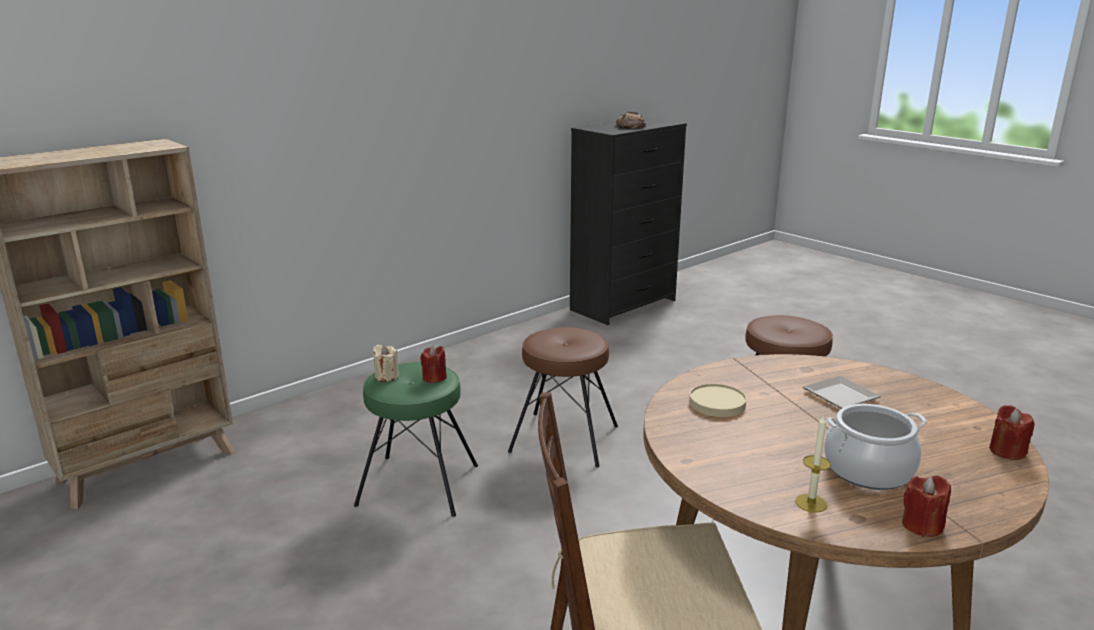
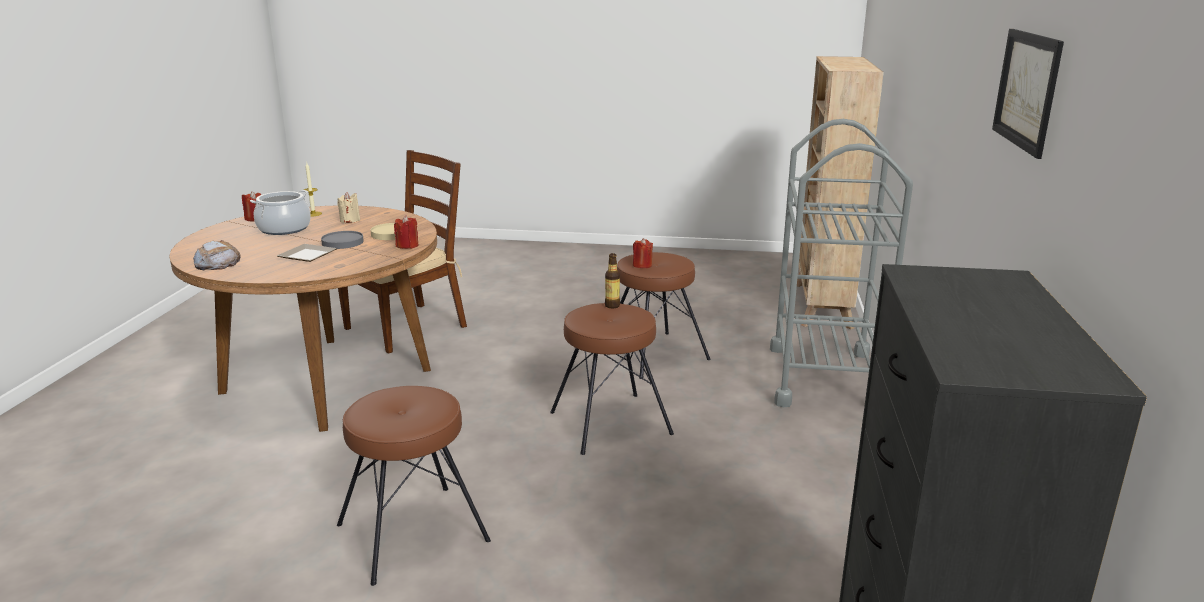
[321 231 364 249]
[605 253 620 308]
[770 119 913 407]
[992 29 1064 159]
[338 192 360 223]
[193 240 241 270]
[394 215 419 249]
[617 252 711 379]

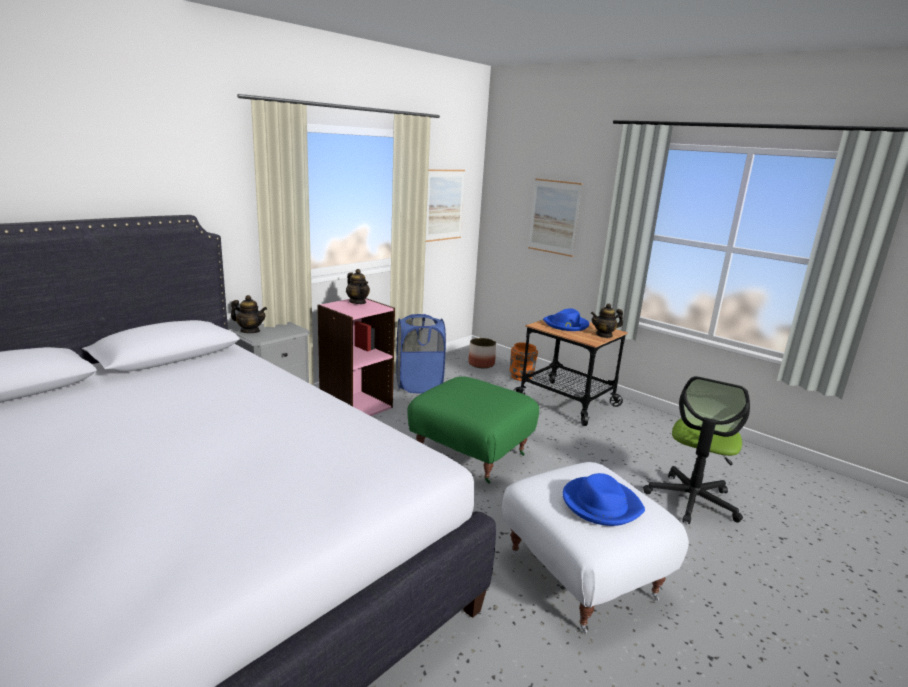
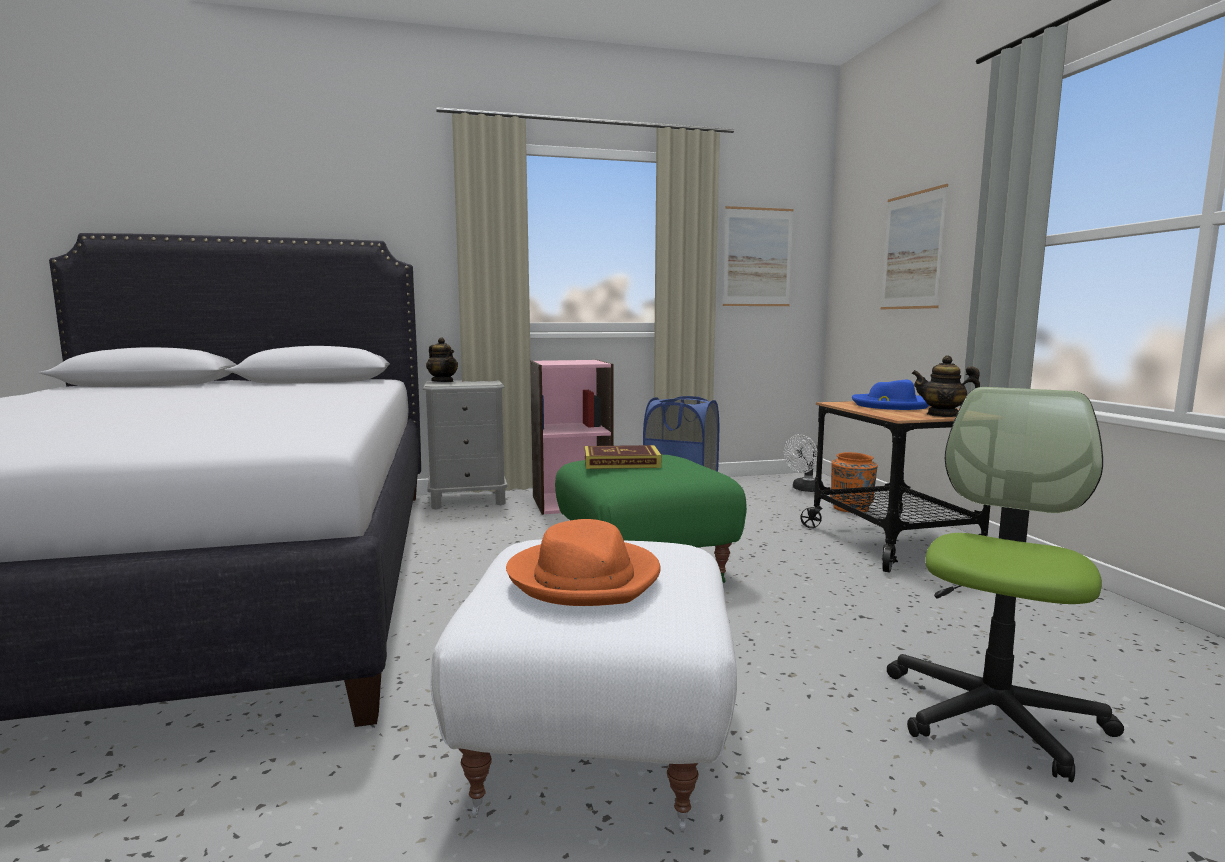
[346 269 370 304] (first image)
[585 445 661 469]
[784 434 824 492]
[506 519 661 606]
[887 387 1124 782]

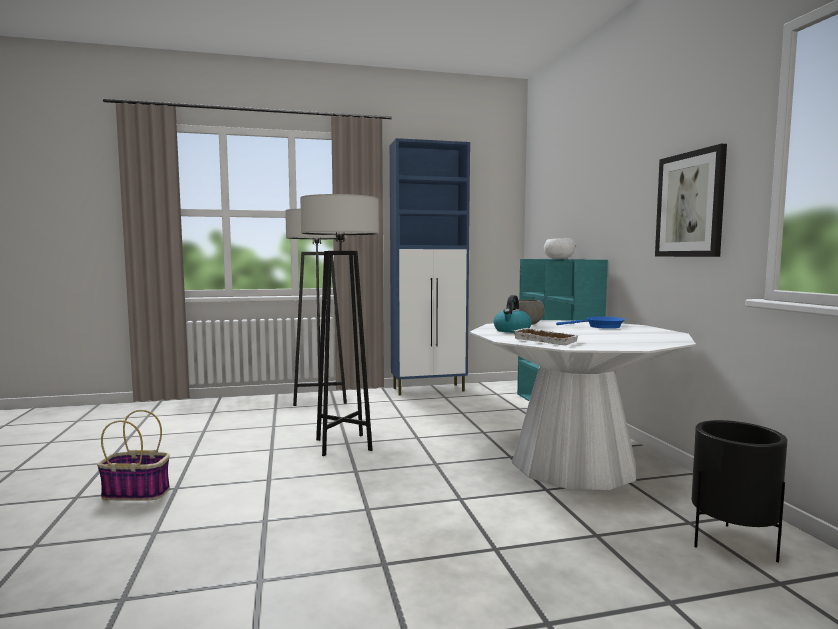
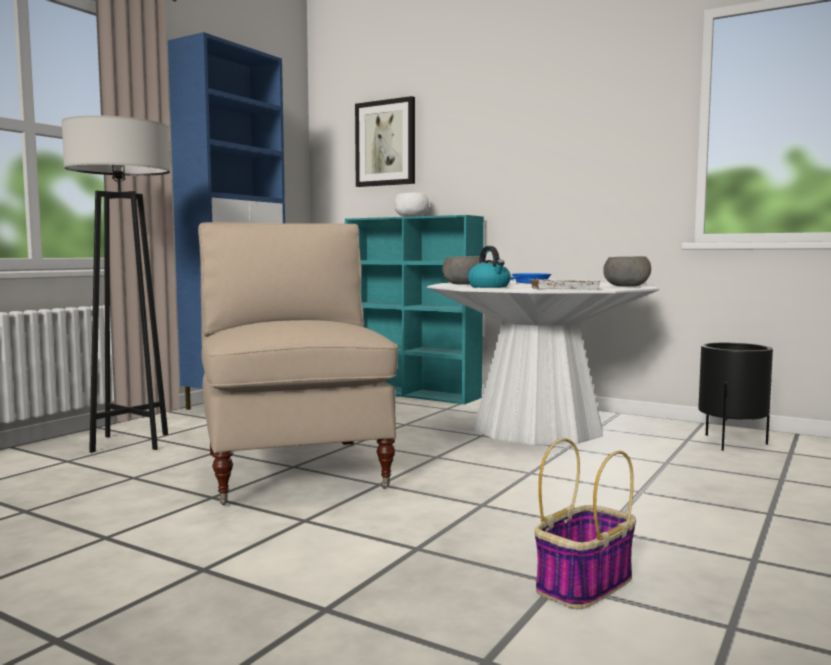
[603 256 651 287]
[534 438 636 609]
[355 96 415 187]
[198 222 398 505]

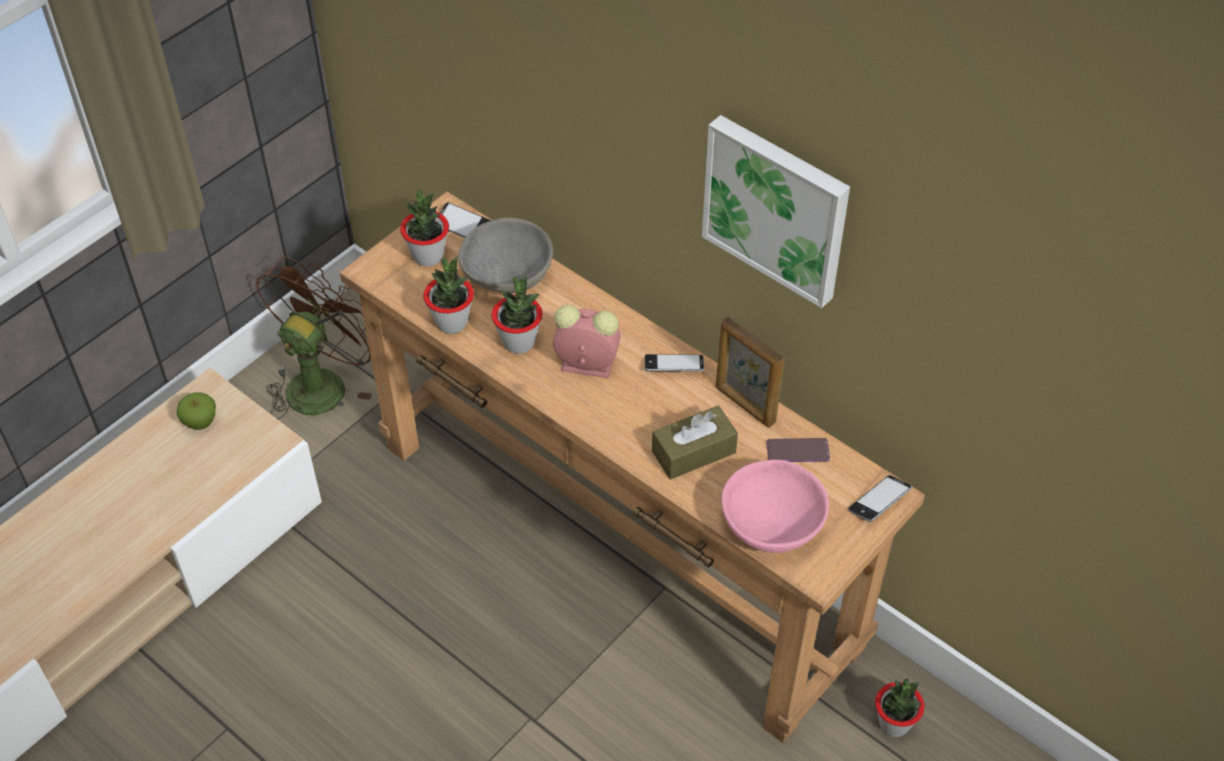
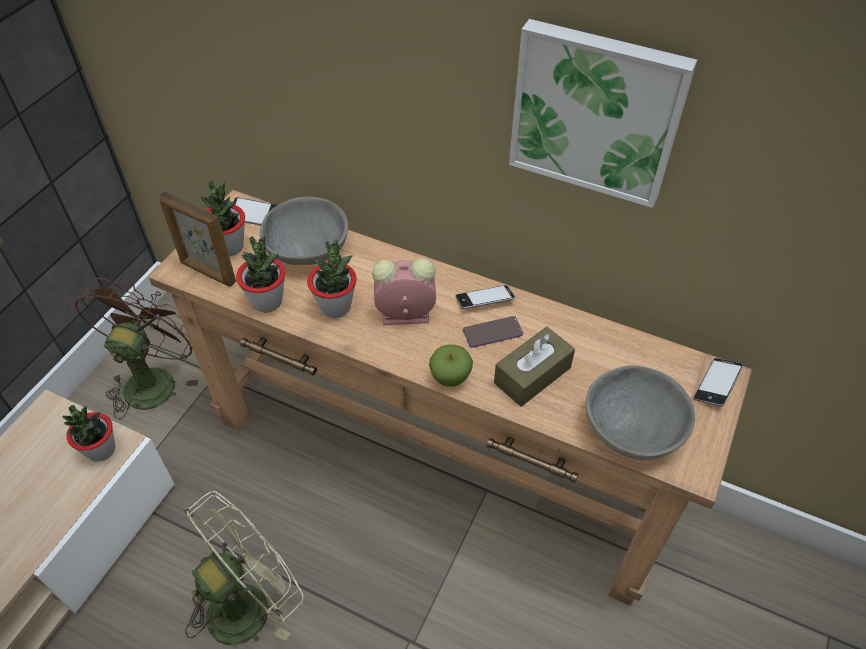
[184 491 304 645]
[429 344 473 387]
[158 191 236 287]
[463 316 523 348]
[62 405 115 462]
[586 365 695 460]

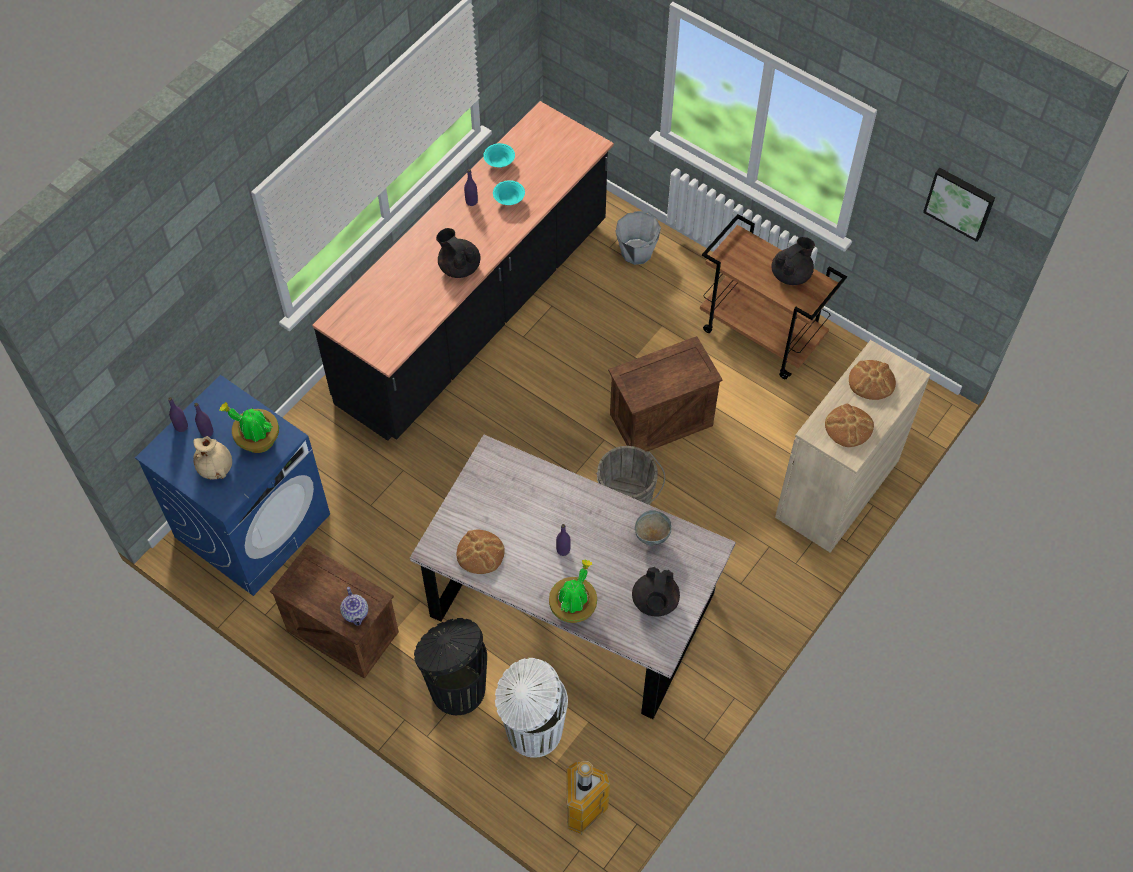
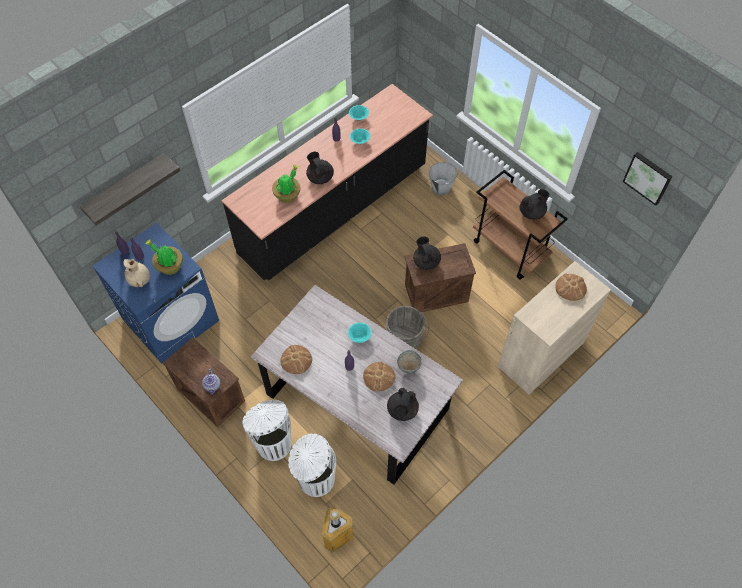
[80 153 180 226]
[348 323 371 343]
[413 236 441 270]
[272 165 300 203]
[363 361 395 391]
[242 400 292 461]

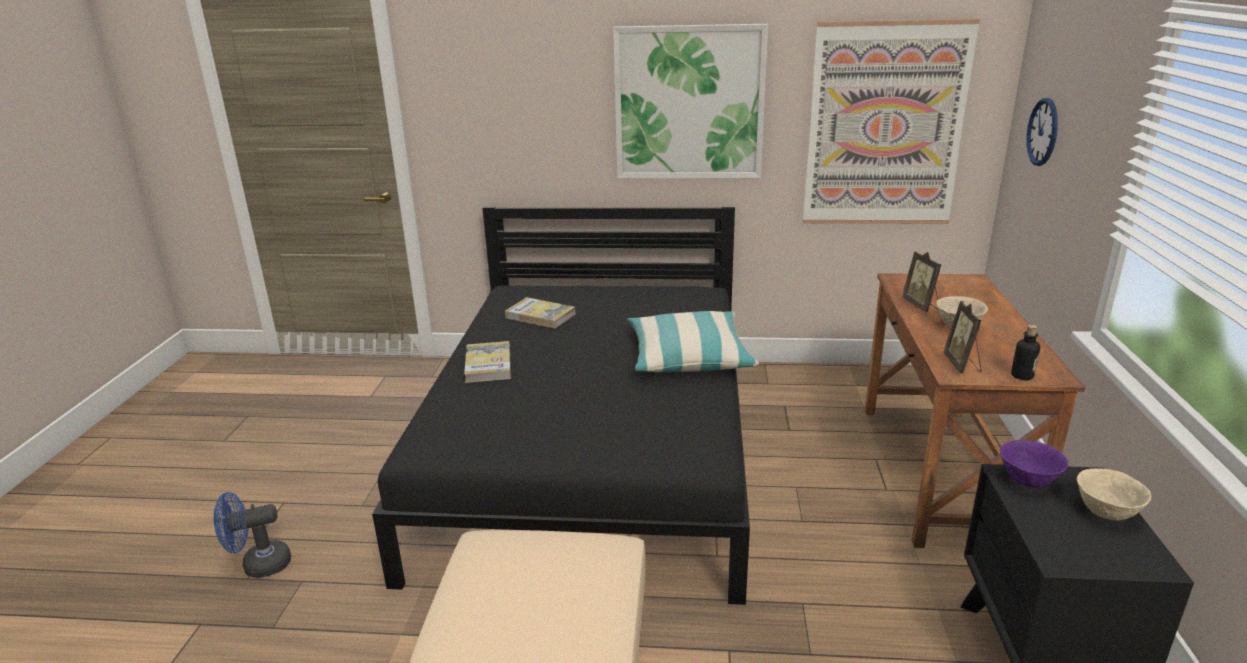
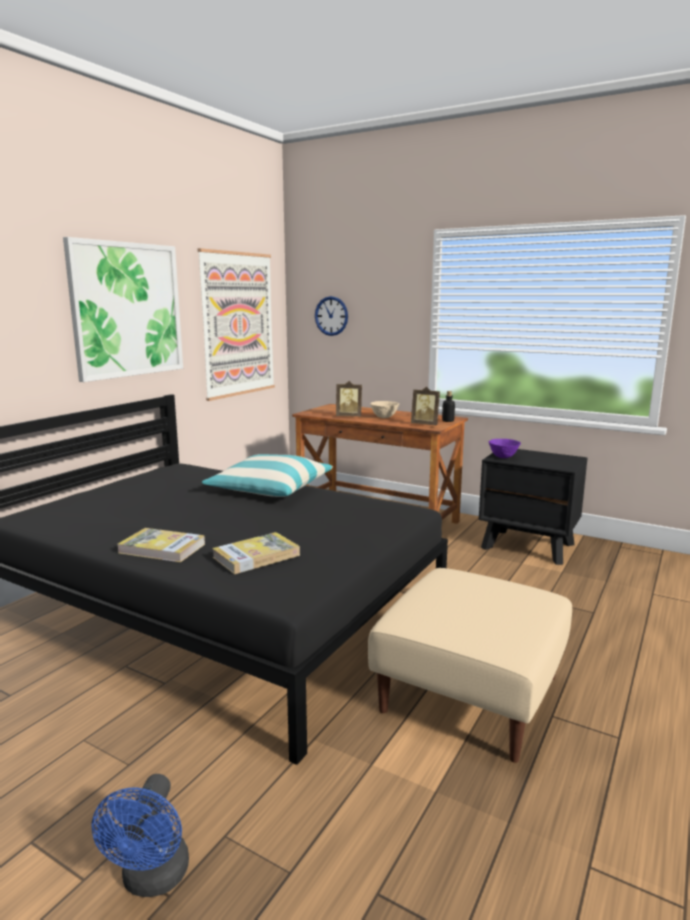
[1077 468 1151 521] (first image)
[212 532 300 574]

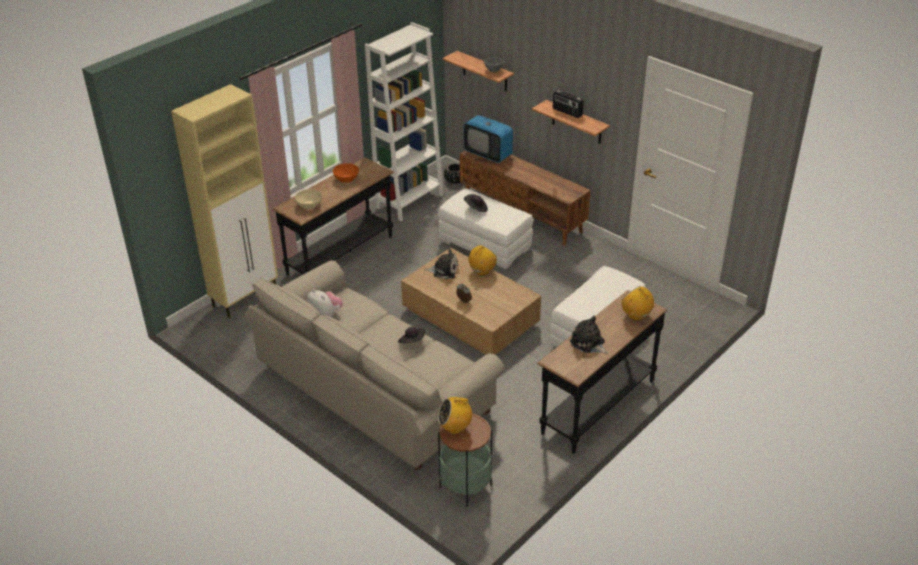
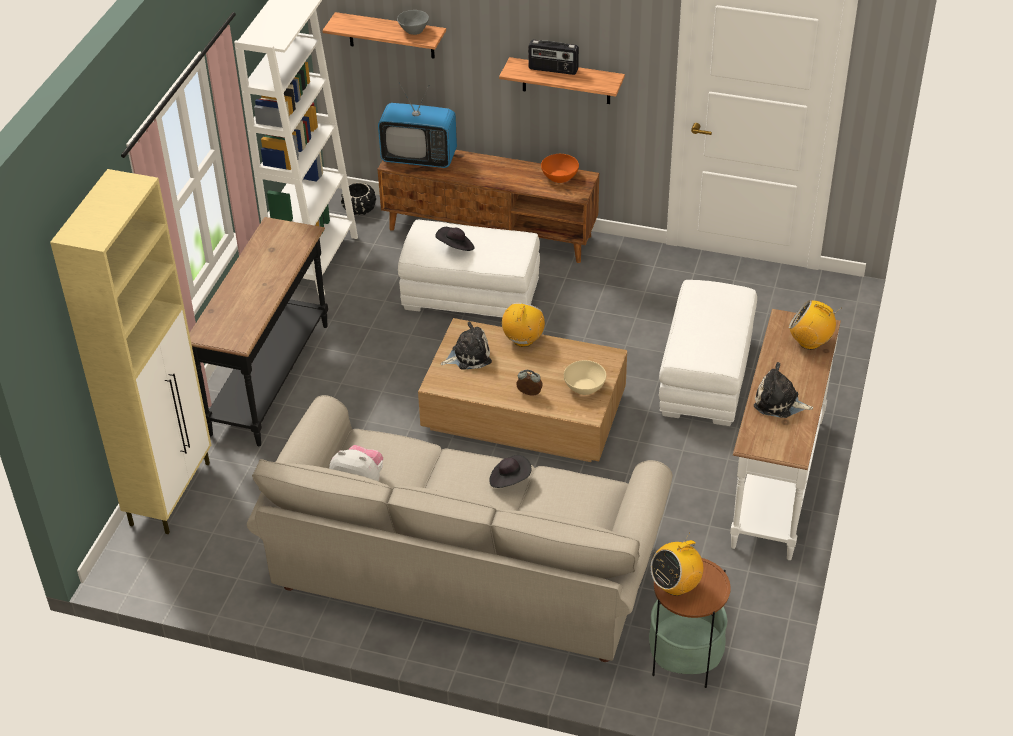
[564 360 606 395]
[541 154 579 183]
[730 309 841 560]

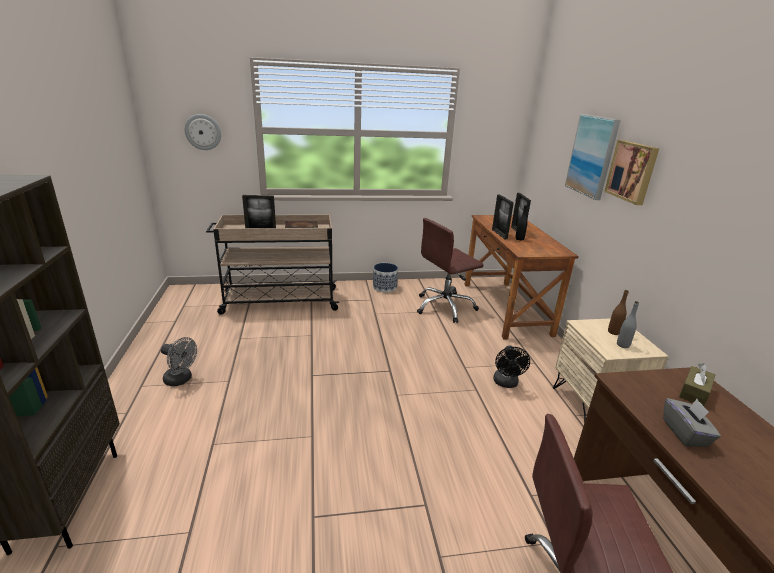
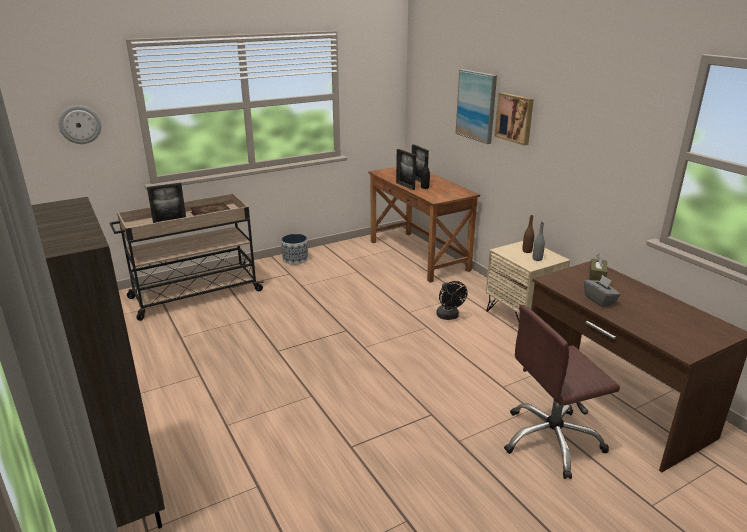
[161 337 197 386] (first image)
[417 218 483 323] (first image)

